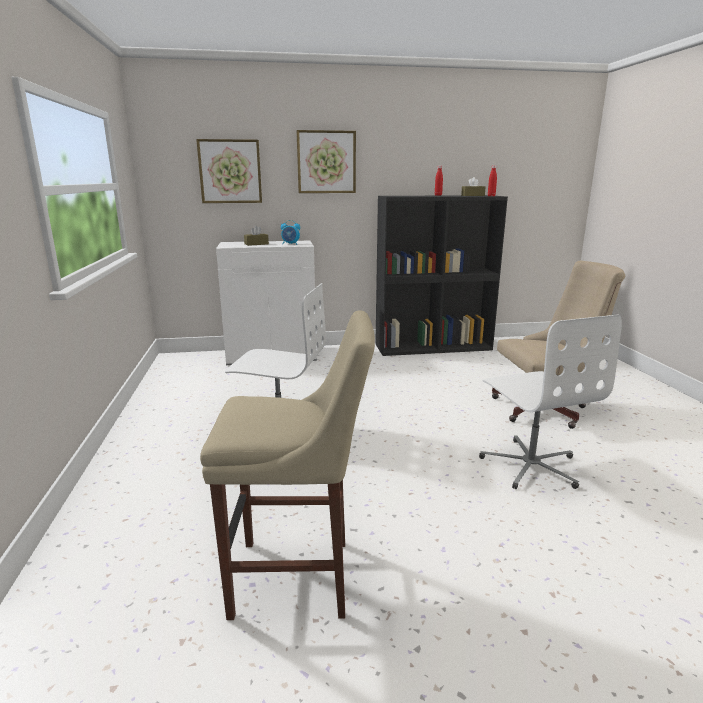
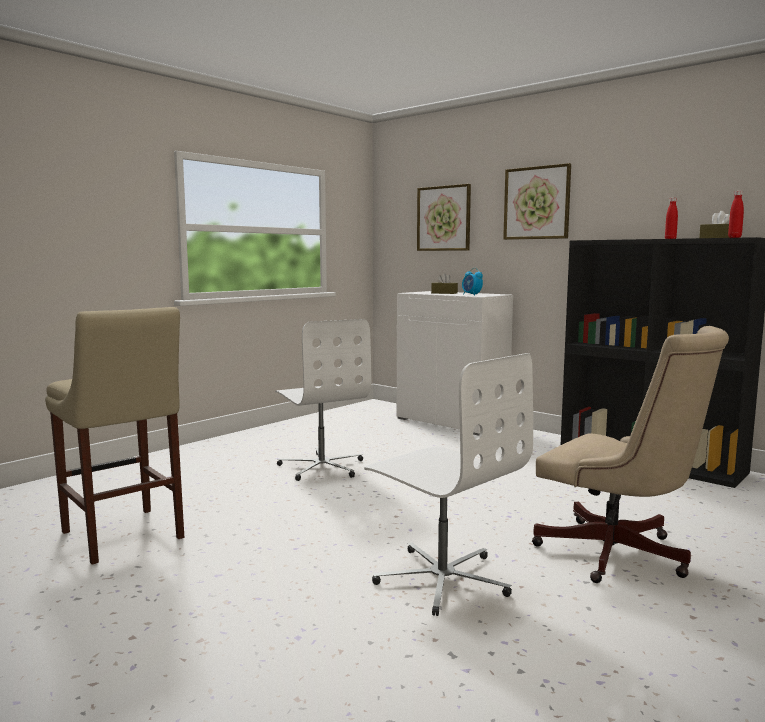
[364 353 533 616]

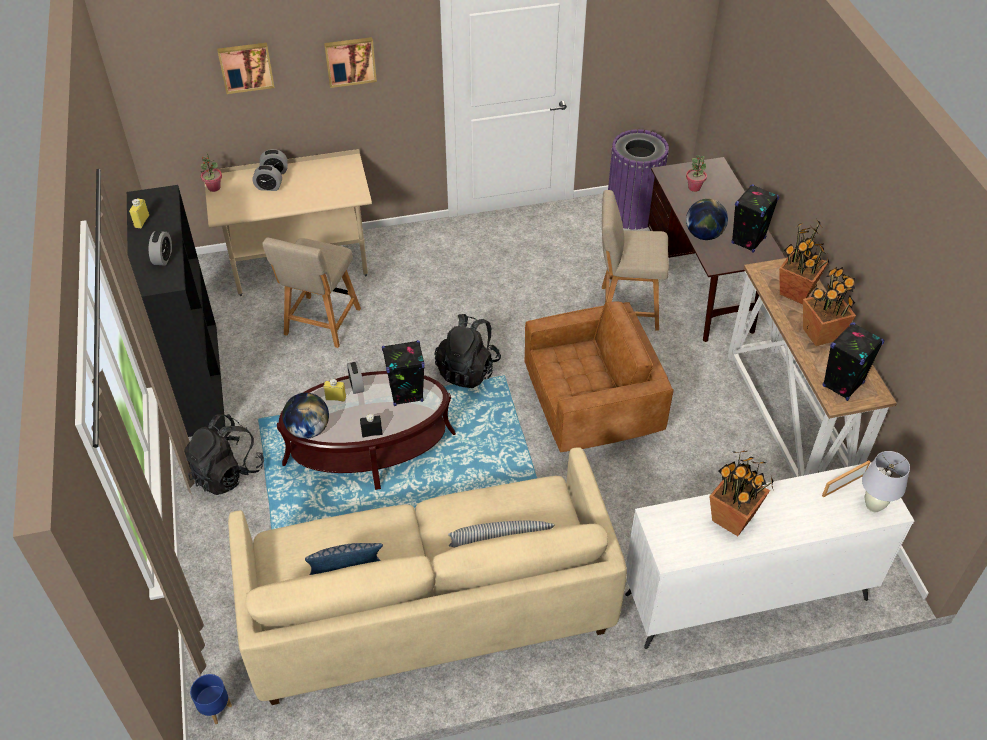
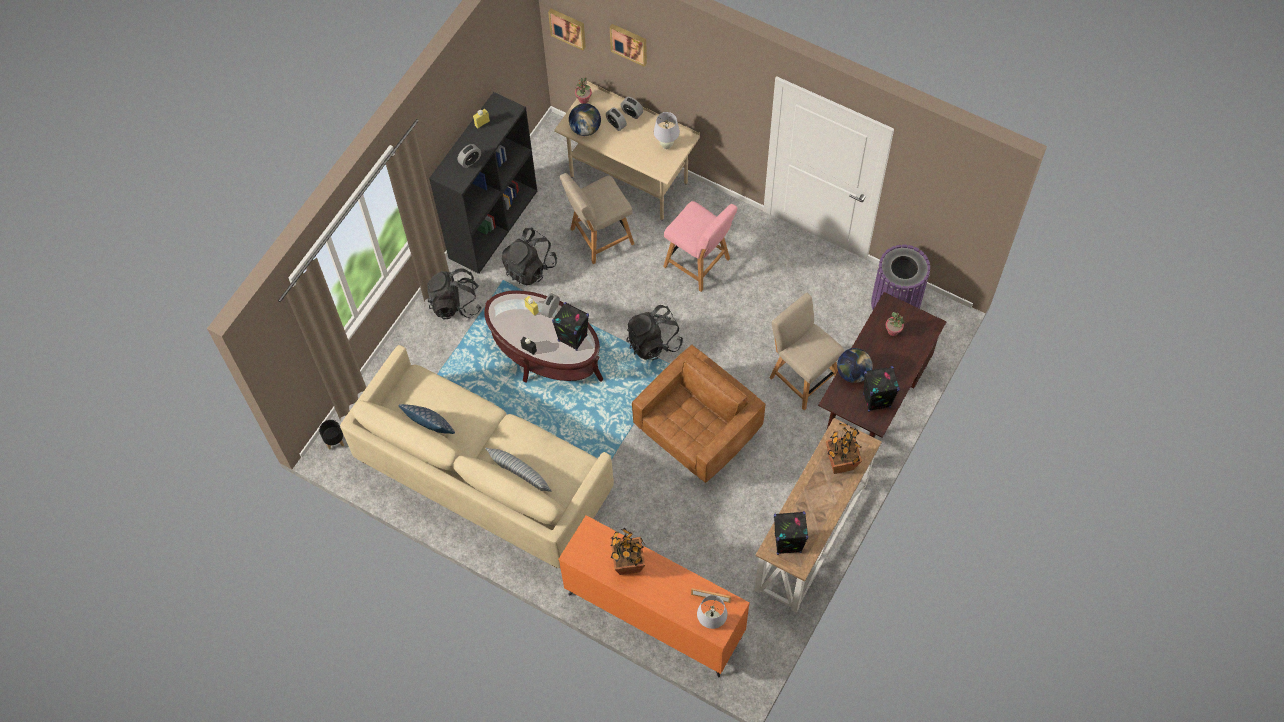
[803 267 856 346] (first image)
[502 227 557 285]
[654 112 680 149]
[663 201 738 292]
[569 103 601 136]
[548 9 586 50]
[319 420 344 450]
[558 515 750 677]
[632 345 766 483]

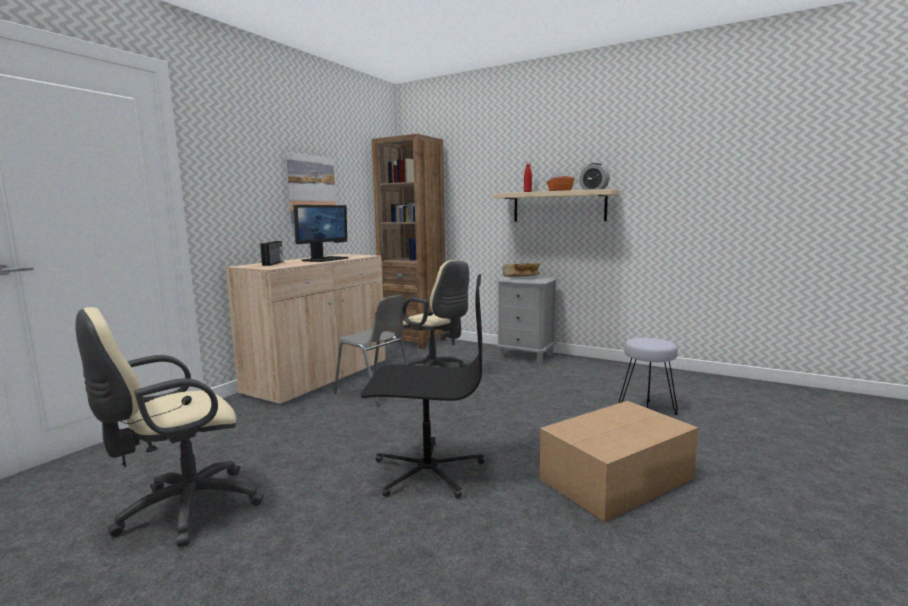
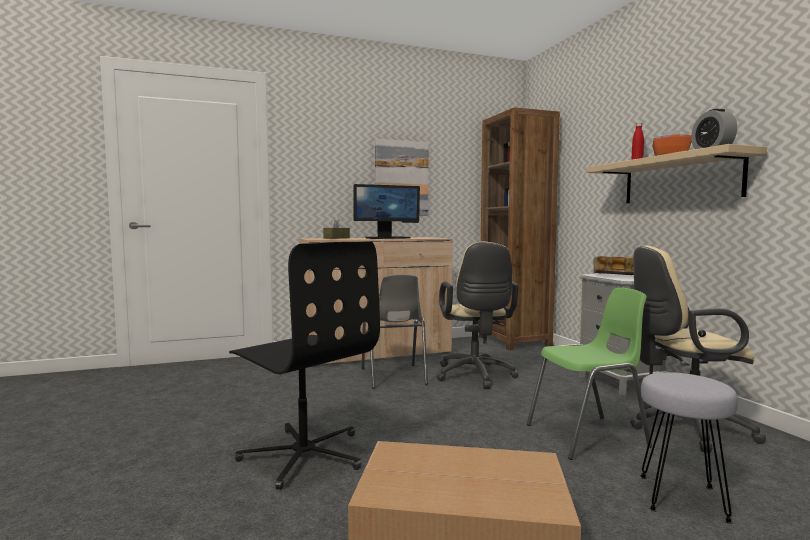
[527 288 652 460]
[630 246 766 453]
[323 218 350 239]

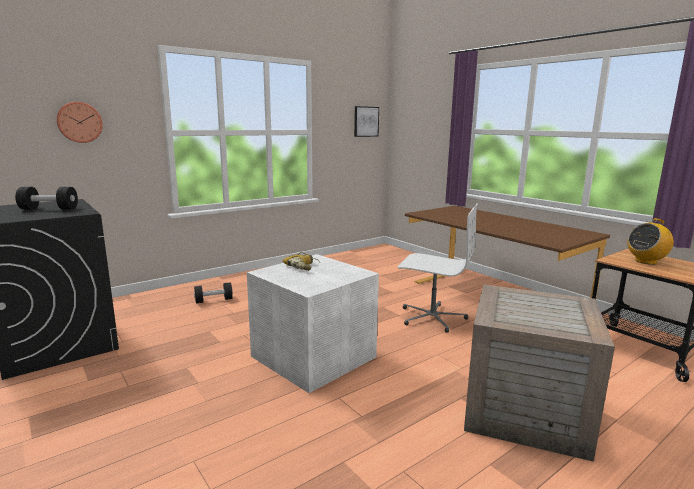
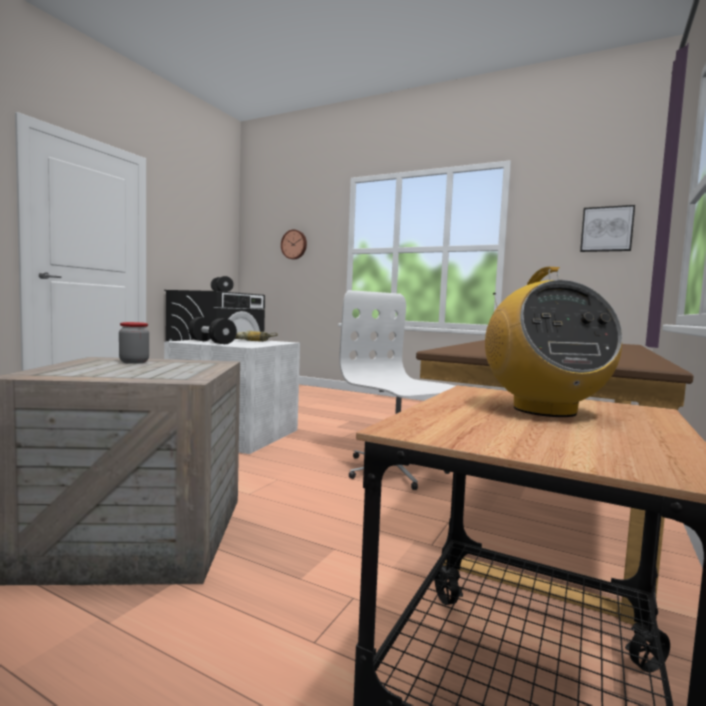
[119 322 149 364]
[188 317 237 344]
[339 290 455 490]
[485 267 622 417]

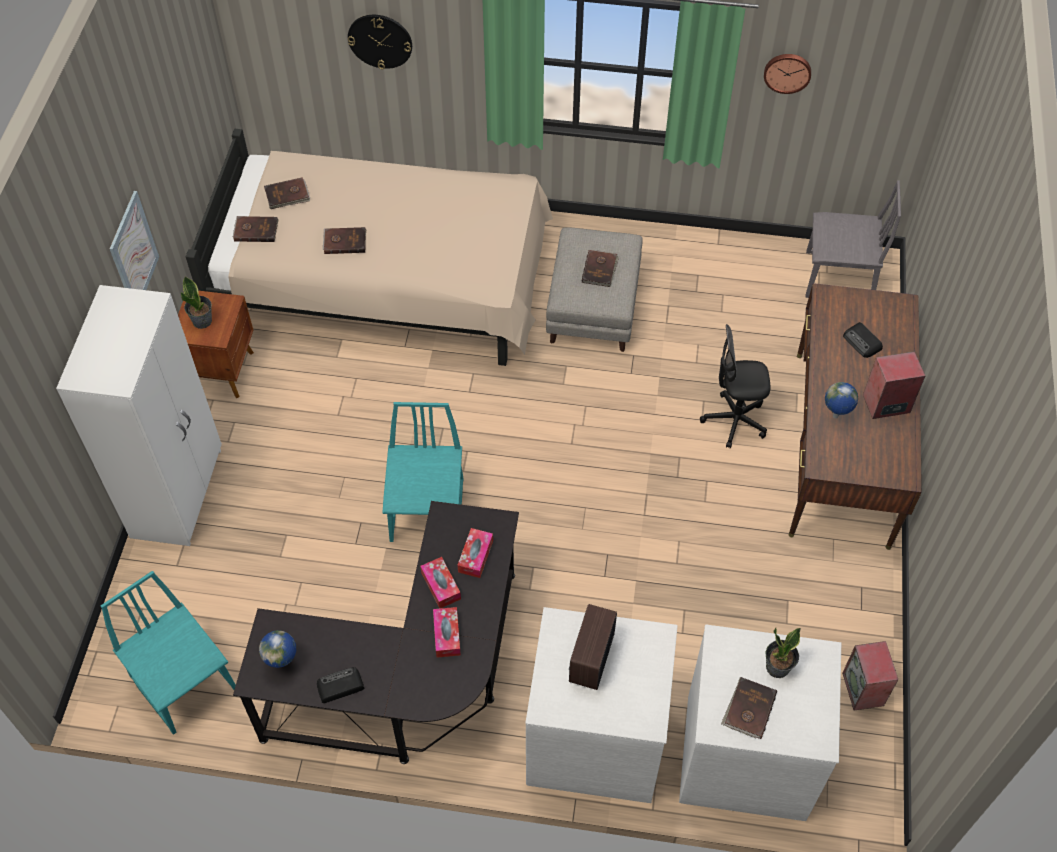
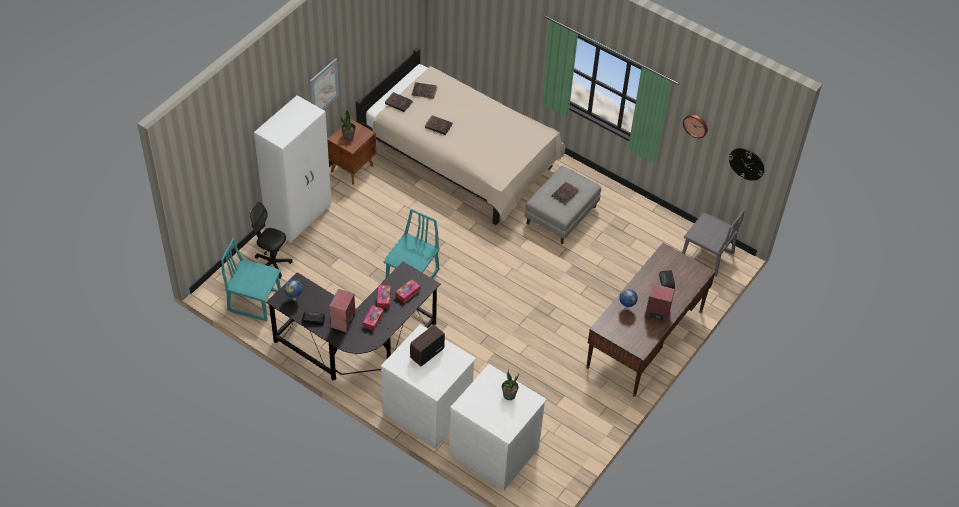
[721 677 777 739] (first image)
[729 148 764 181]
[249 202 293 279]
[329 289 356 332]
[221 238 281 322]

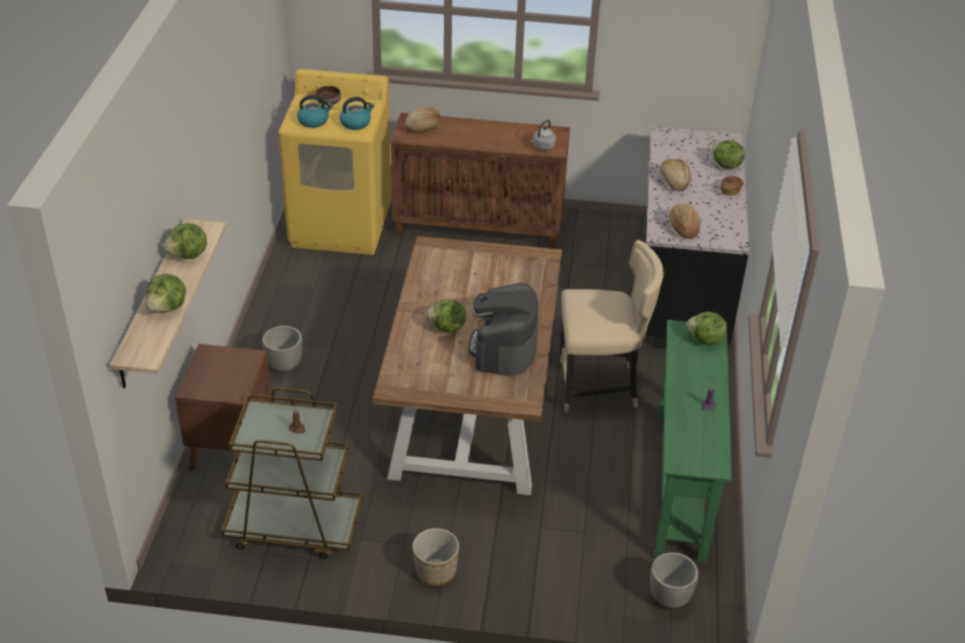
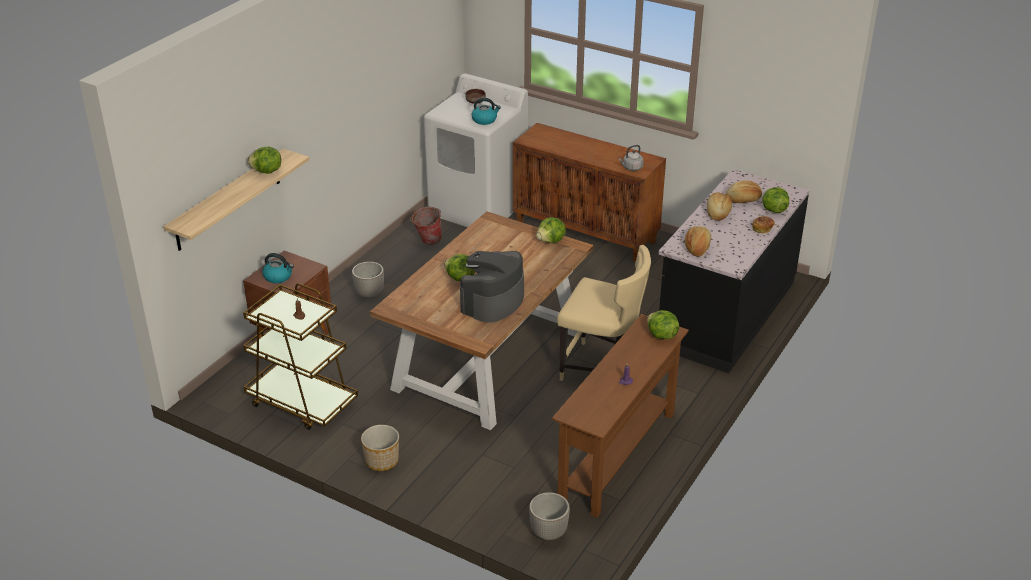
[410 207 442 245]
[536 217 566 243]
[262 253 294 283]
[726 180 762 203]
[424 74 528 227]
[552 314 689 518]

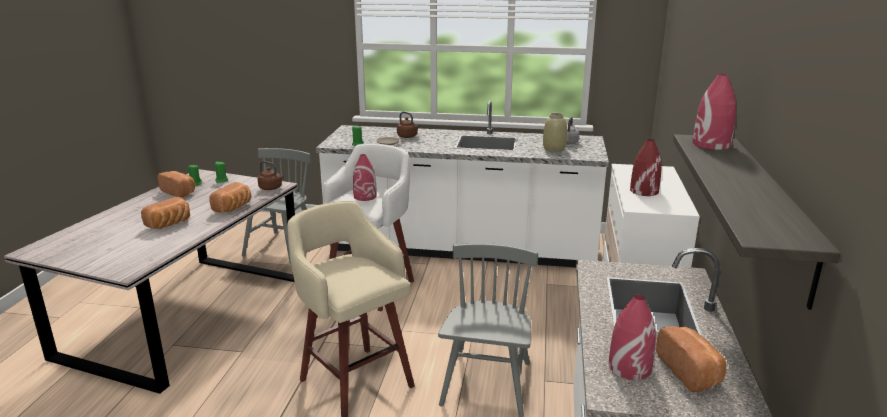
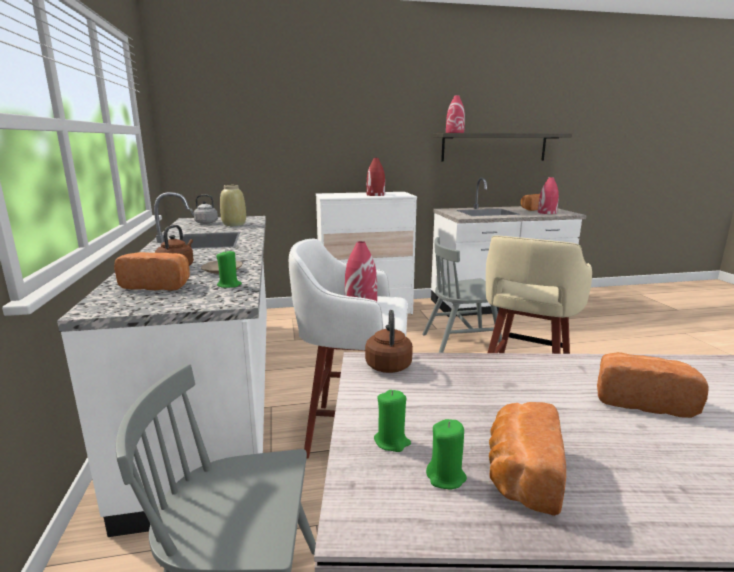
[114 252 190 290]

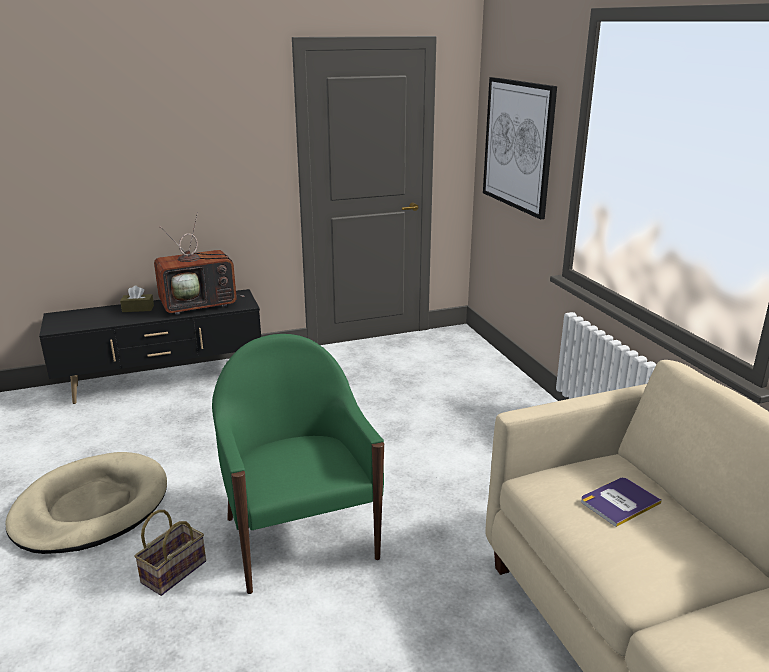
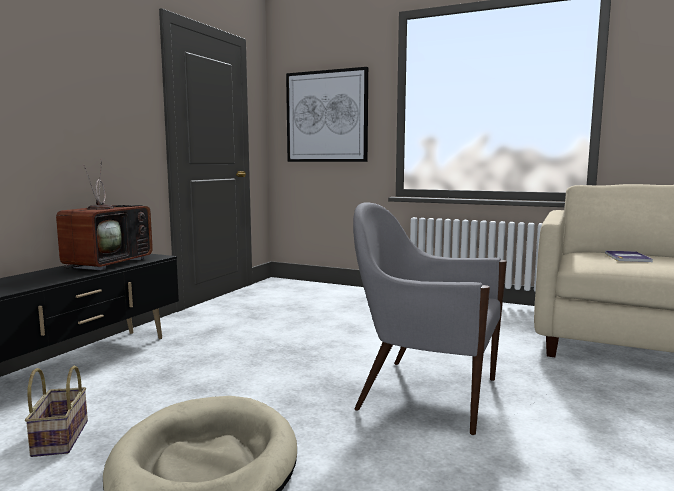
[120 286 154 312] (first image)
[25 365 88 457]
[353 202 507 435]

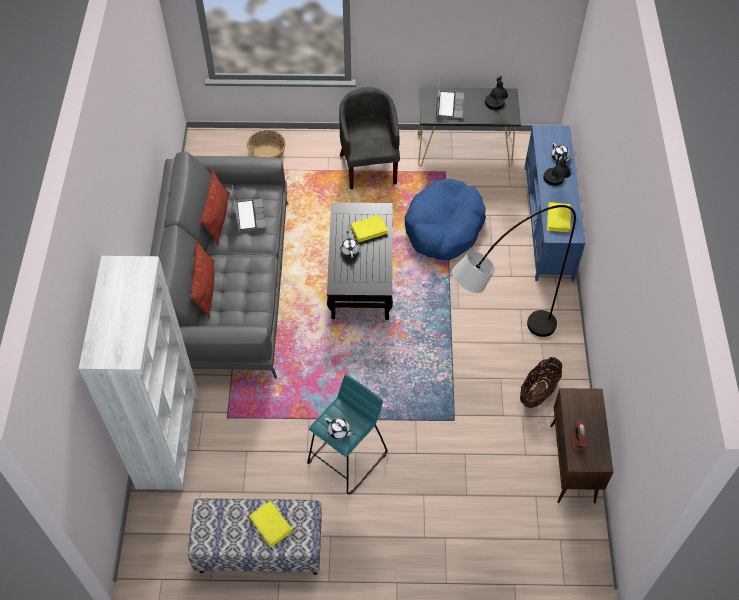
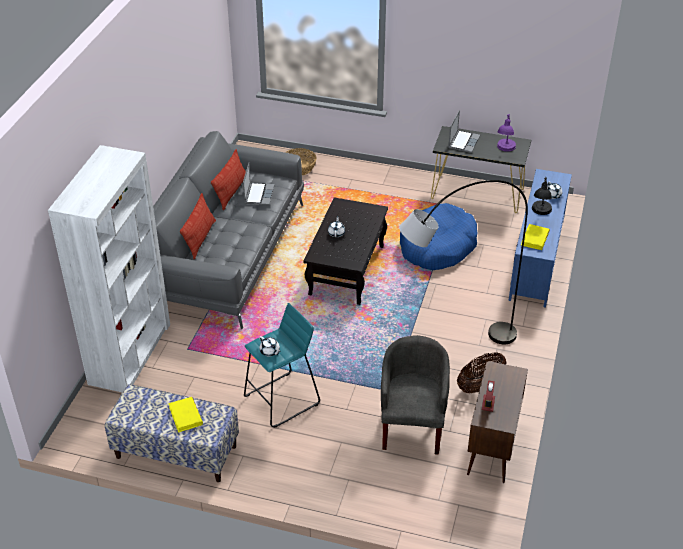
[350 215 388 243] (first image)
[381 335 450 455]
[497 114 516 152]

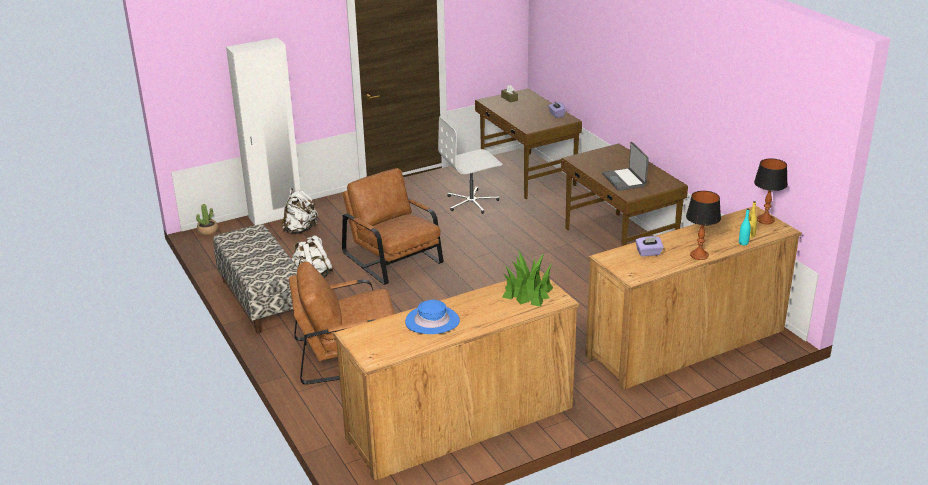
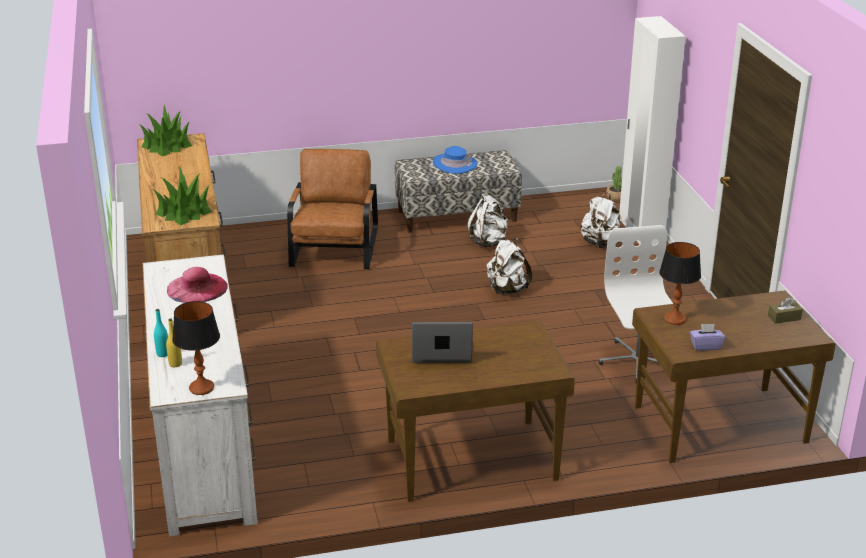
[139 105 192 157]
[433 146 477 174]
[659 242 701 325]
[487 238 532 294]
[167 267 228 303]
[142 255 258 537]

